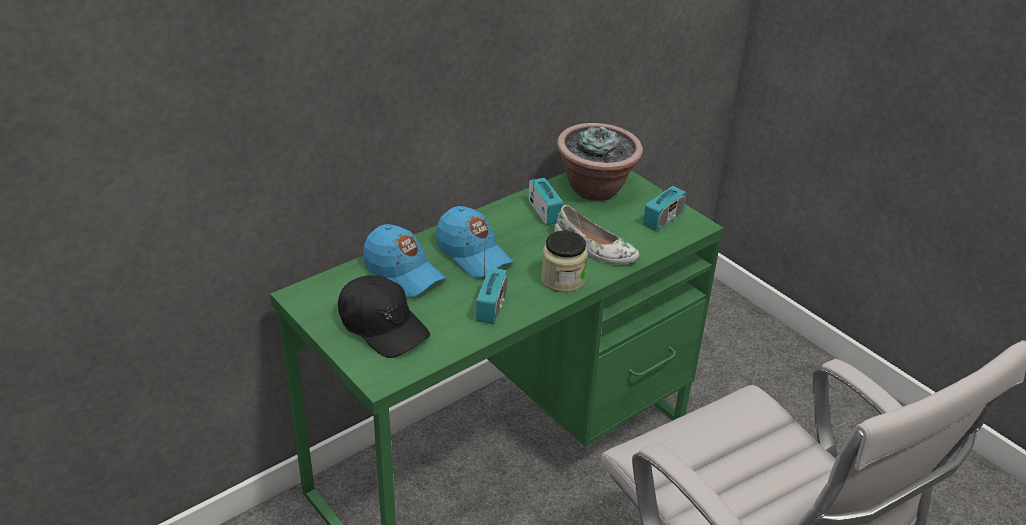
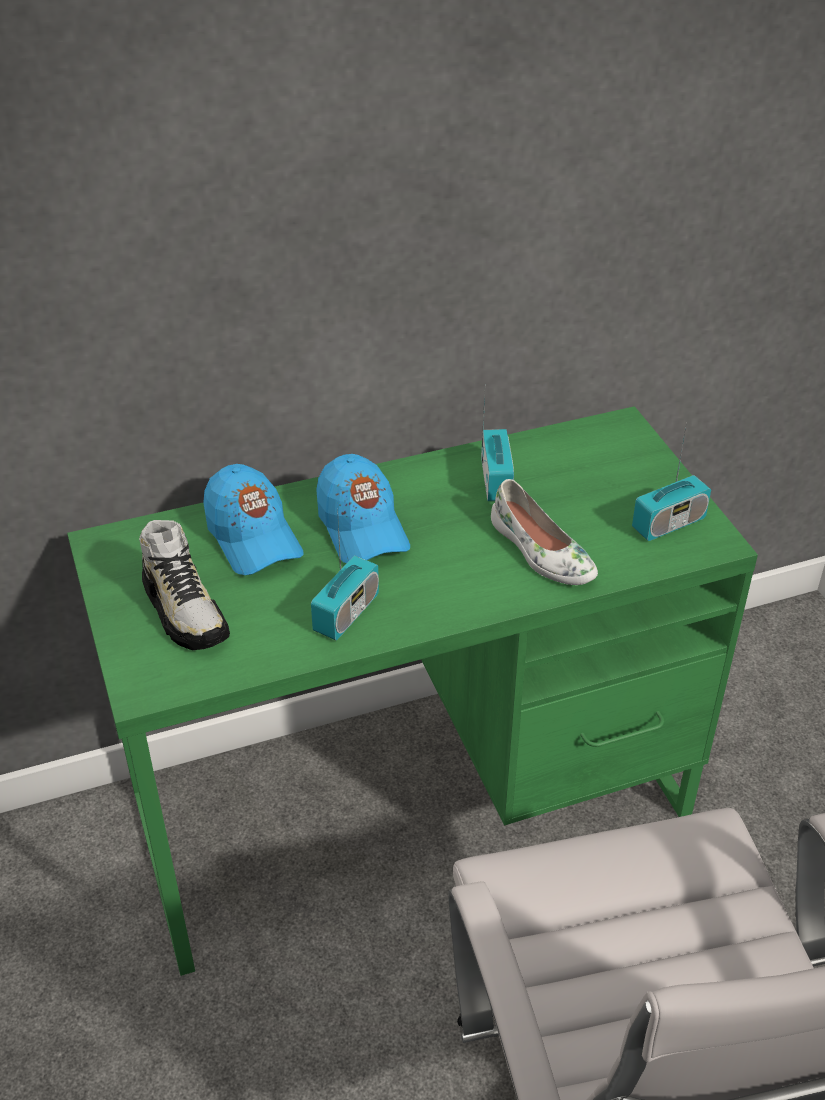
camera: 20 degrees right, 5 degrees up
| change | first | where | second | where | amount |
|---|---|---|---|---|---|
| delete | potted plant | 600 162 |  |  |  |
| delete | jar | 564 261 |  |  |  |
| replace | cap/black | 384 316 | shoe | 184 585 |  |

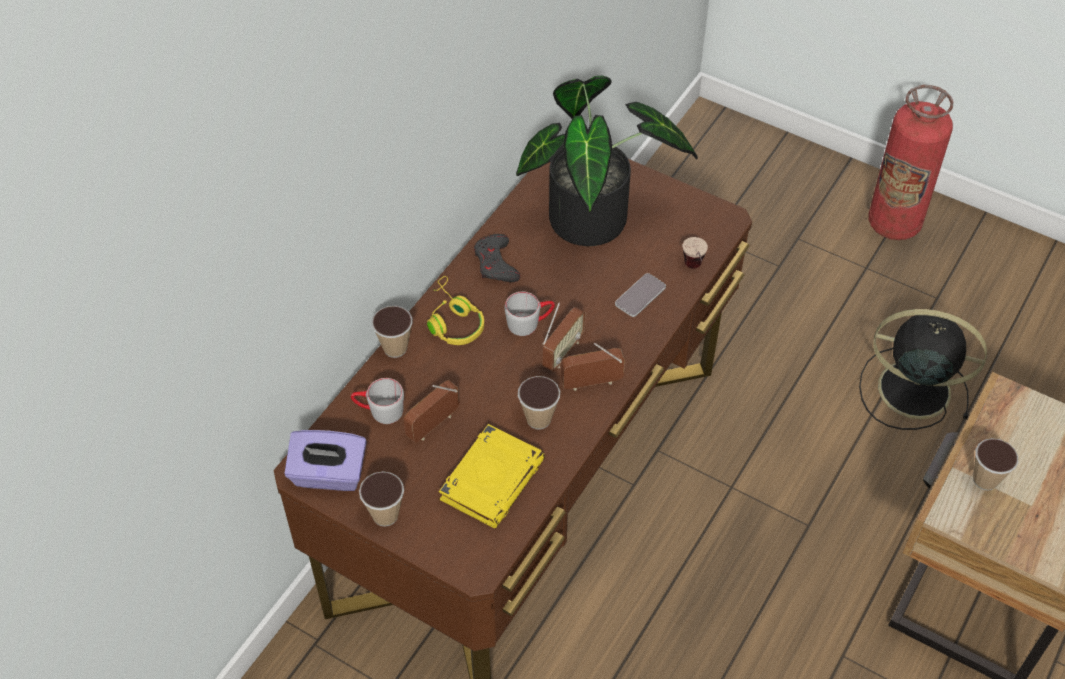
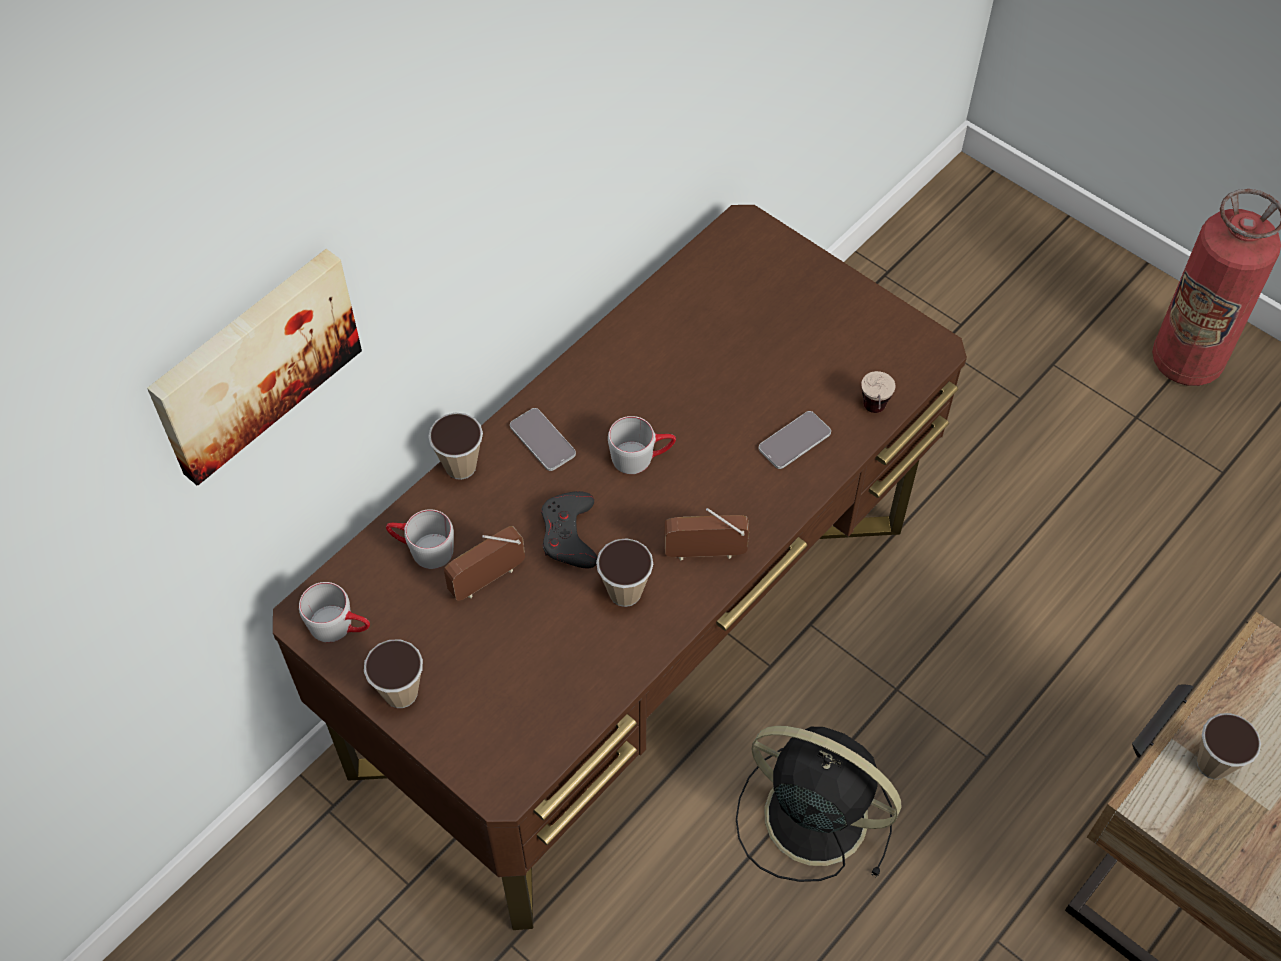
camera: 10 degrees right, 5 degrees up
| change | first | where | second | where | amount |
|---|---|---|---|---|---|
| delete | potted plant | 607 161 |  |  |  |
| move | game controller/grey | 497 258 |  | 569 529 |  |
| replace | headphones/yellow | 455 310 | phone | 543 439 |  |
| delete | radio | 564 336 |  |  |  |
| move | fan/black | 923 369 |  | 819 804 |  |
| delete | book/yellow | 492 476 |  |  |  |
| replace | tissue box/purple | 325 460 | mug/grey | 334 612 |  |
| insert |  |  | picture | 254 367 |  |

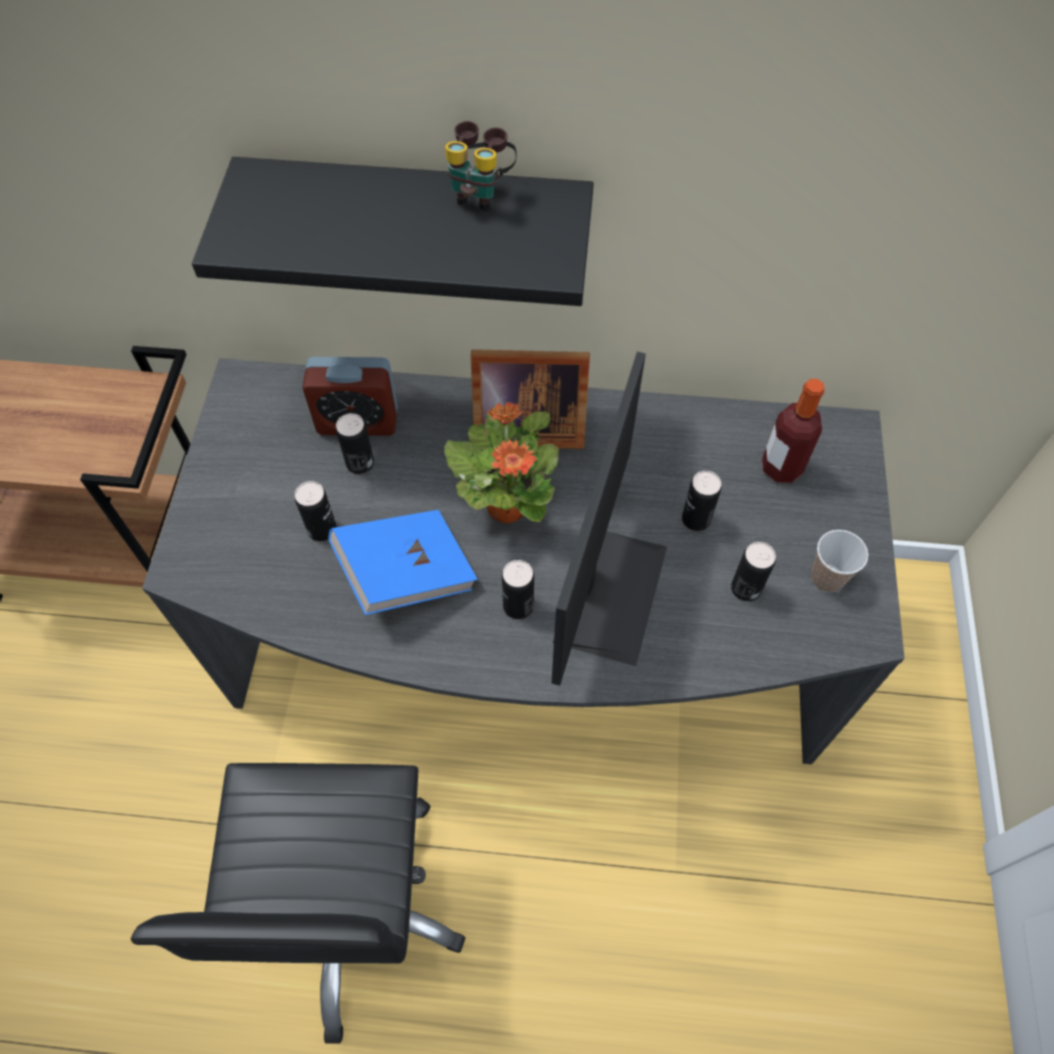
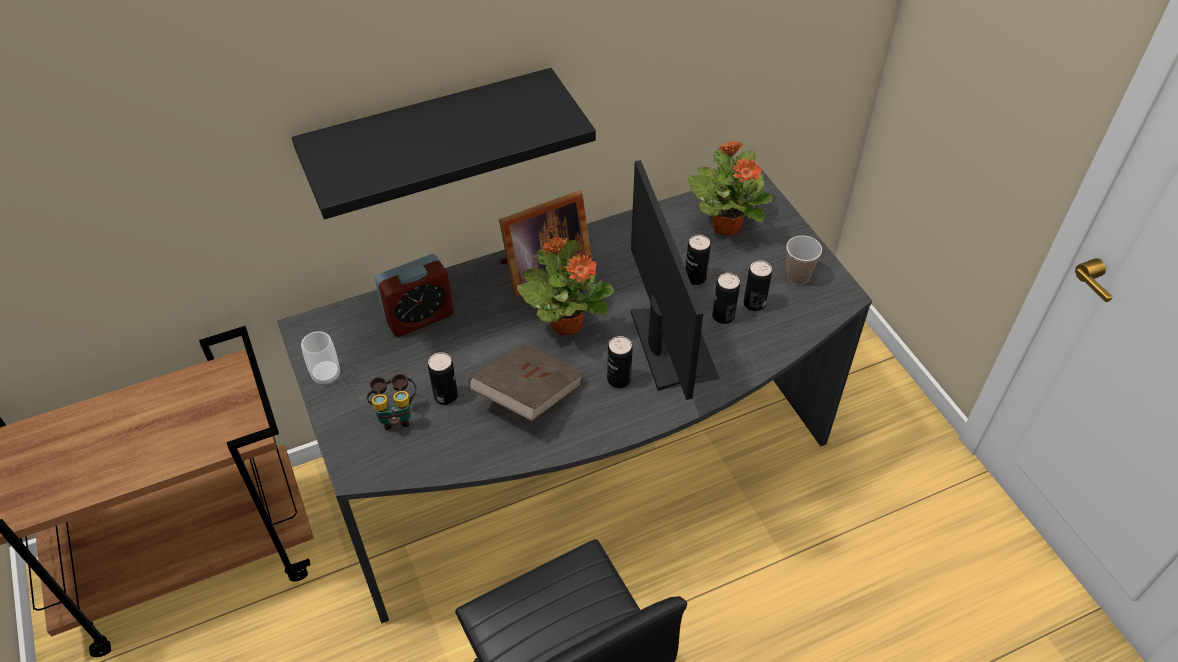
camera: 30 degrees left, 10 degrees down
| change | first | where | second | where | amount |
|---|---|---|---|---|---|
| move | binoculars | 481 166 |  | 391 402 |  |
| replace | bottle | 793 431 | potted plant | 730 188 |  |
| move | can | 355 443 |  | 726 298 |  |
| recolor | book/blue | 403 562 | book/brown | 526 382 |  |
| insert |  |  | cup | 320 357 |  |

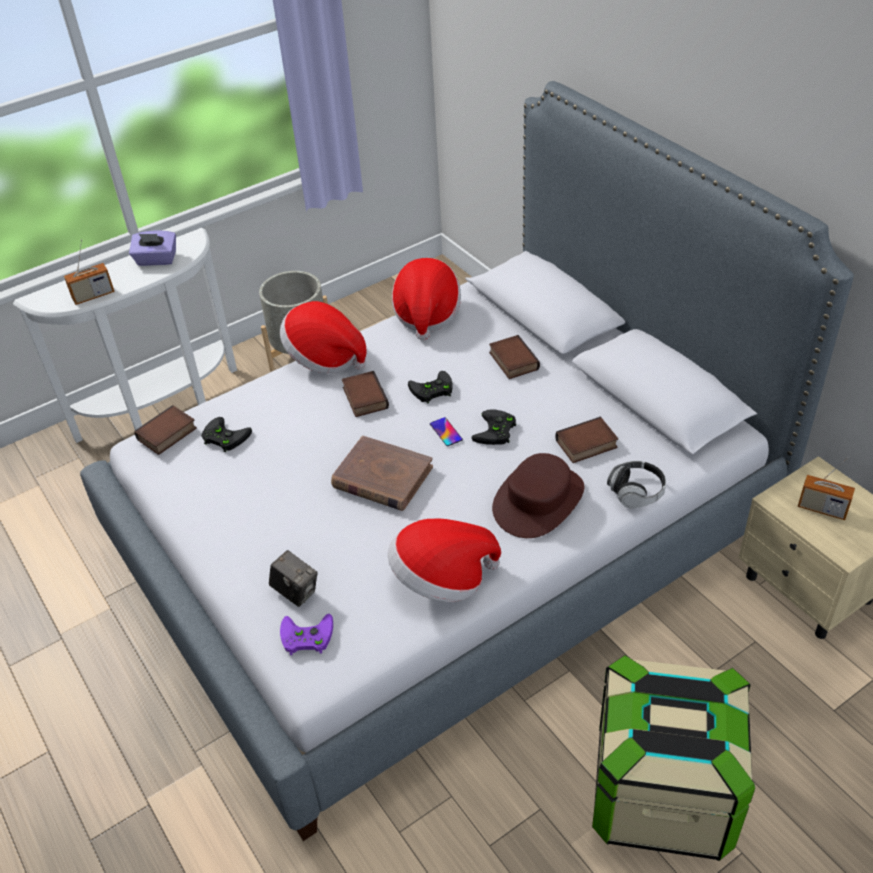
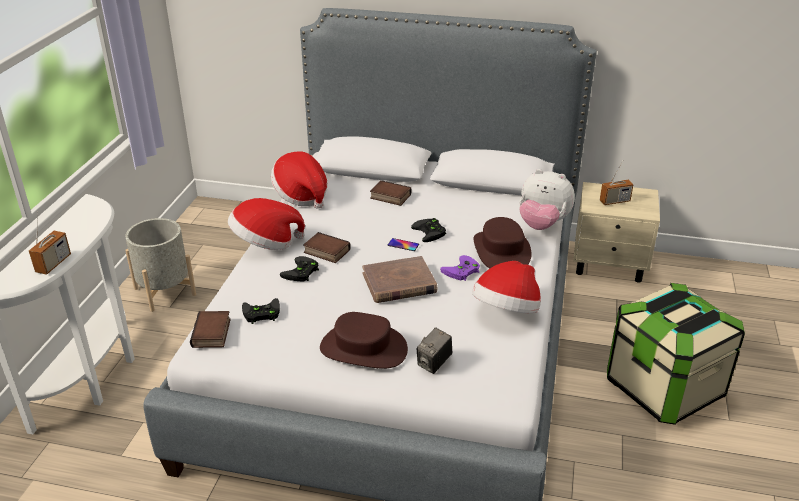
camera: 45 degrees left, 10 degrees down
| change | first | where | second | where | amount |
|---|---|---|---|---|---|
| delete | tissue box/purple | 152 248 |  |  |  |
| move | game controller/black | 430 387 |  | 299 269 |  |
| delete | book | 587 440 |  |  |  |
| replace | headphones | 636 485 | plush toy | 547 199 |  |
| rotate | photo camera | 293 578 |  | 434 350 | 135 degrees clockwise |
| move | game controller/purple | 306 634 |  | 460 268 |  |
| insert |  |  | hat/brown | 364 340 |  |

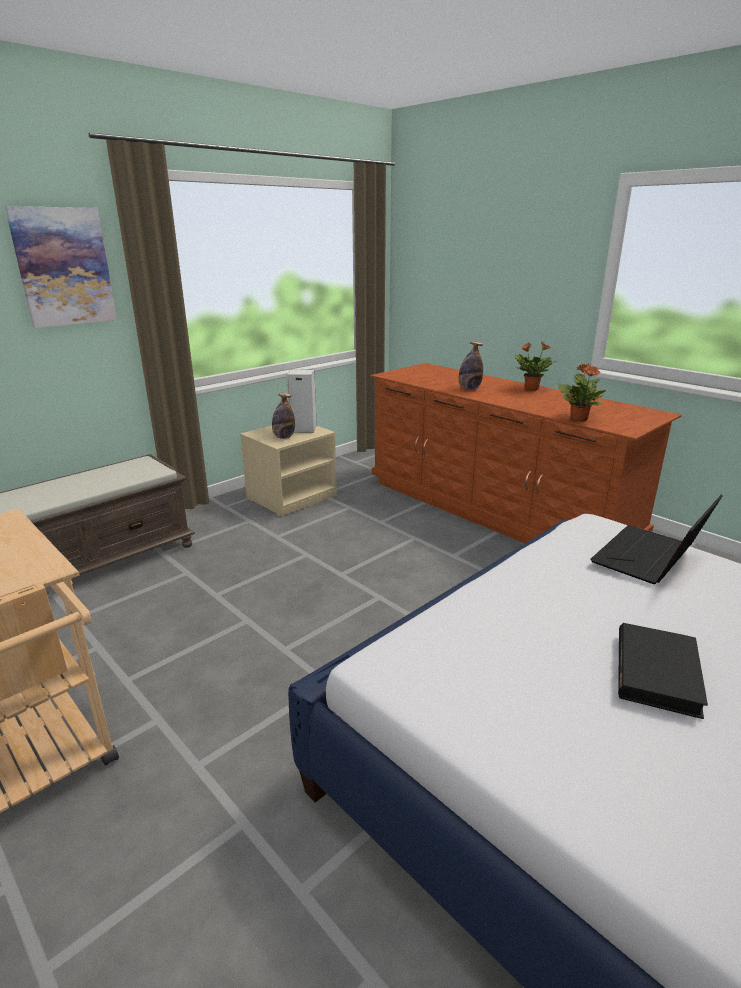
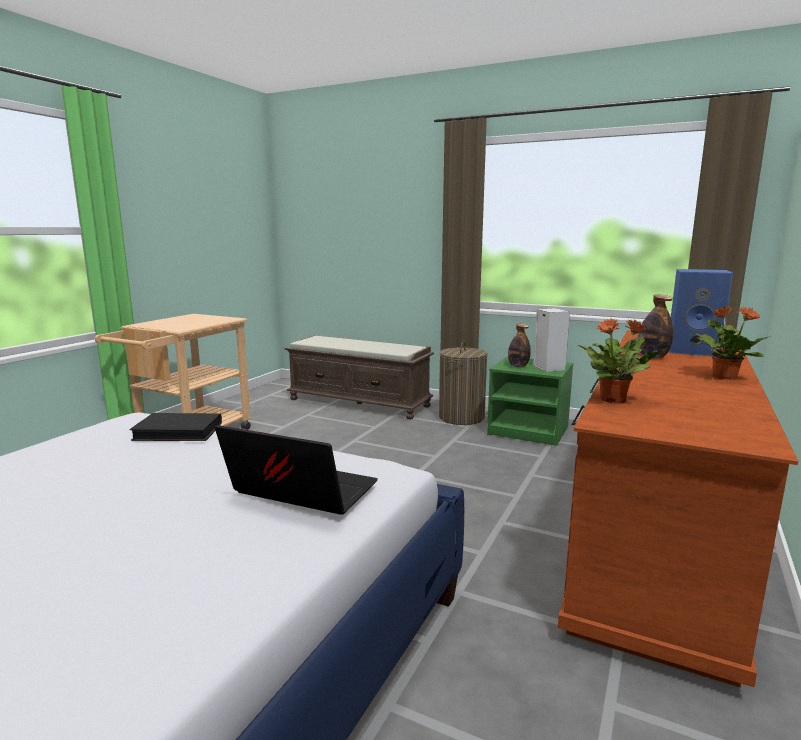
camera: 70 degrees right, 10 degrees down
| change | first | where | second | where | amount |
|---|---|---|---|---|---|
| delete | picture | 61 267 |  |  |  |
| recolor | nightstand/beige | 288 471 | nightstand/green | 530 401 |  |
| move | book/black | 663 671 |  | 176 427 |  |
| insert |  |  | speaker/blue | 701 312 |  |
| insert |  |  | laundry basket | 463 383 |  |

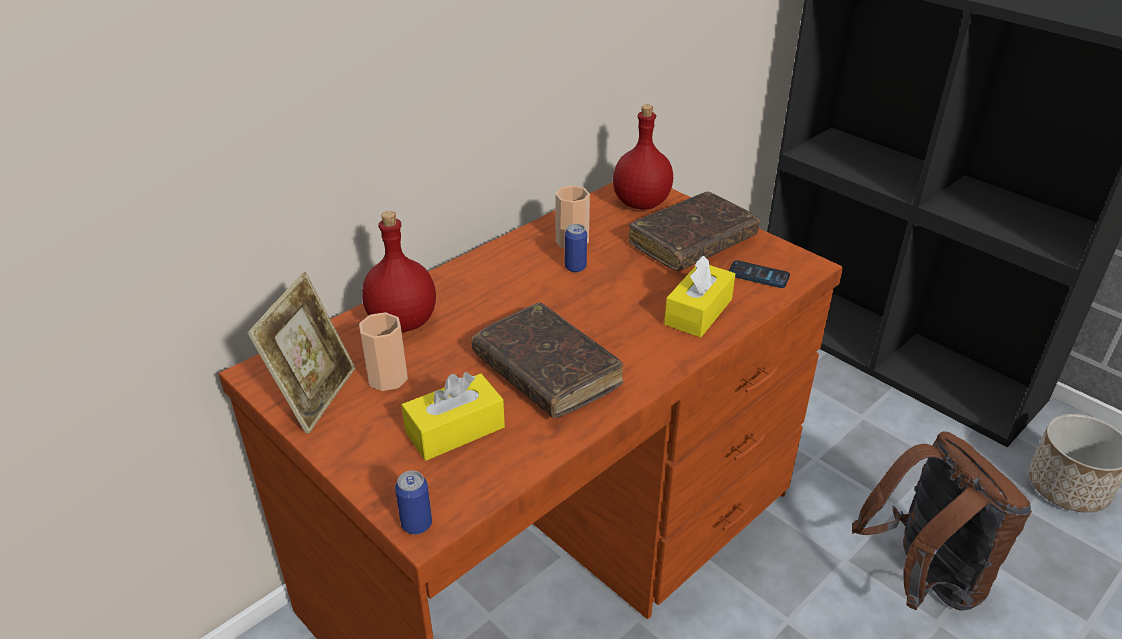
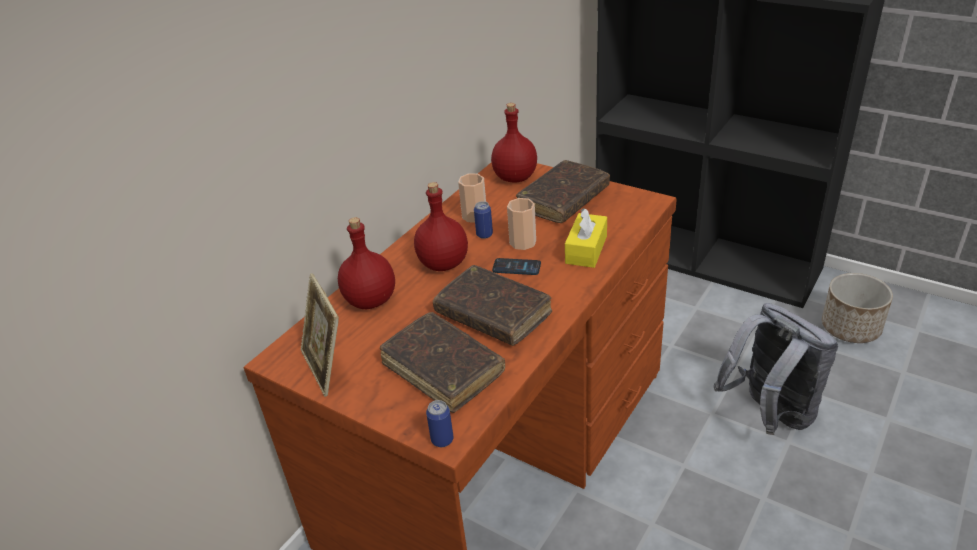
camera: 10 degrees left, 0 degrees up
| change | first | where | second | where | amount |
|---|---|---|---|---|---|
| move | phone | 759 274 |  | 516 266 |  |
| rotate | picture frame | 301 353 |  | 319 335 | 150 degrees clockwise |
| move | cup | 383 351 |  | 521 224 |  |
| replace | tissue box/yellow | 453 416 | book/brown | 442 362 |  |
| recolor | backpack/brown | 942 521 | backpack/grey | 776 369 |  |
| insert |  |  | bottle/red | 441 226 |  |

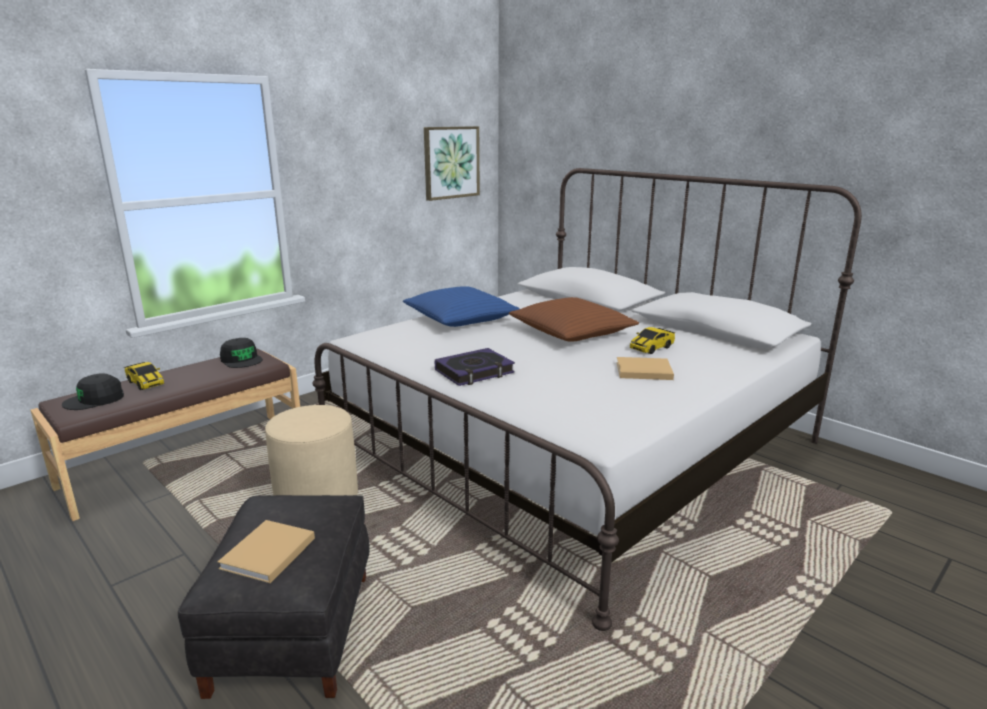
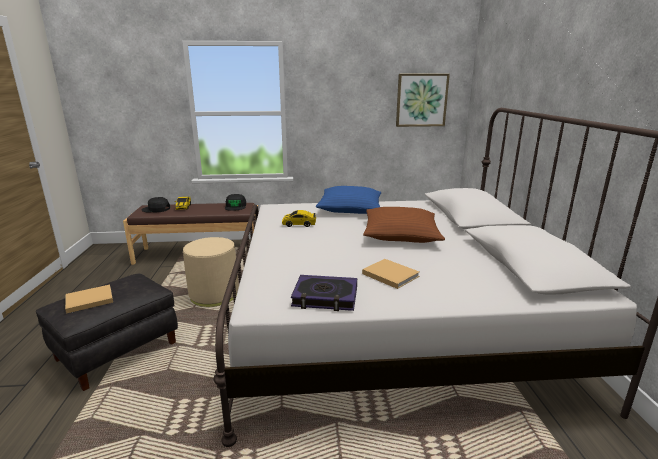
camera: 40 degrees right, 0 degrees up
| change | first | where | second | where | amount |
|---|---|---|---|---|---|
| move | toy car | 652 340 |  | 299 218 |  |
| move | book | 475 367 |  | 324 293 |  |

